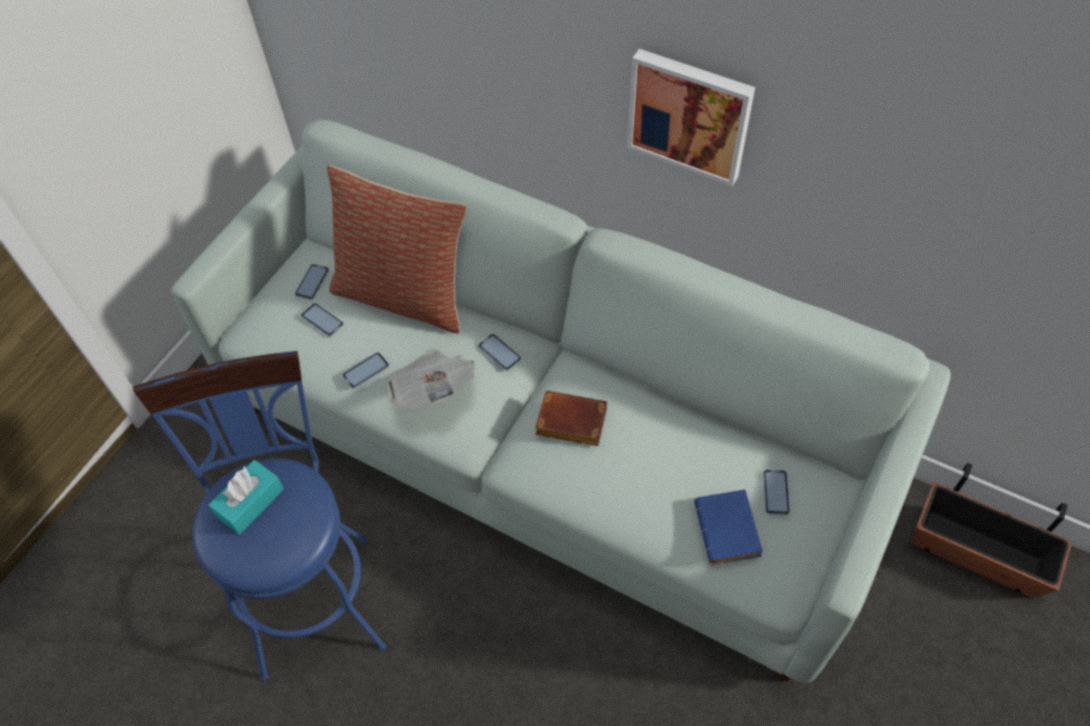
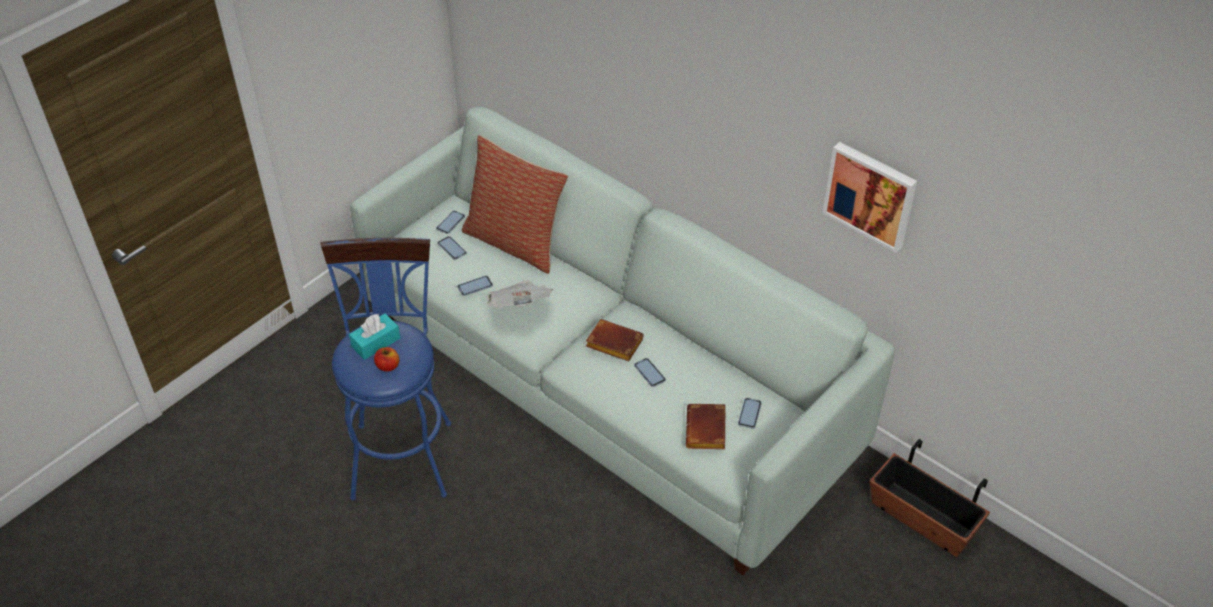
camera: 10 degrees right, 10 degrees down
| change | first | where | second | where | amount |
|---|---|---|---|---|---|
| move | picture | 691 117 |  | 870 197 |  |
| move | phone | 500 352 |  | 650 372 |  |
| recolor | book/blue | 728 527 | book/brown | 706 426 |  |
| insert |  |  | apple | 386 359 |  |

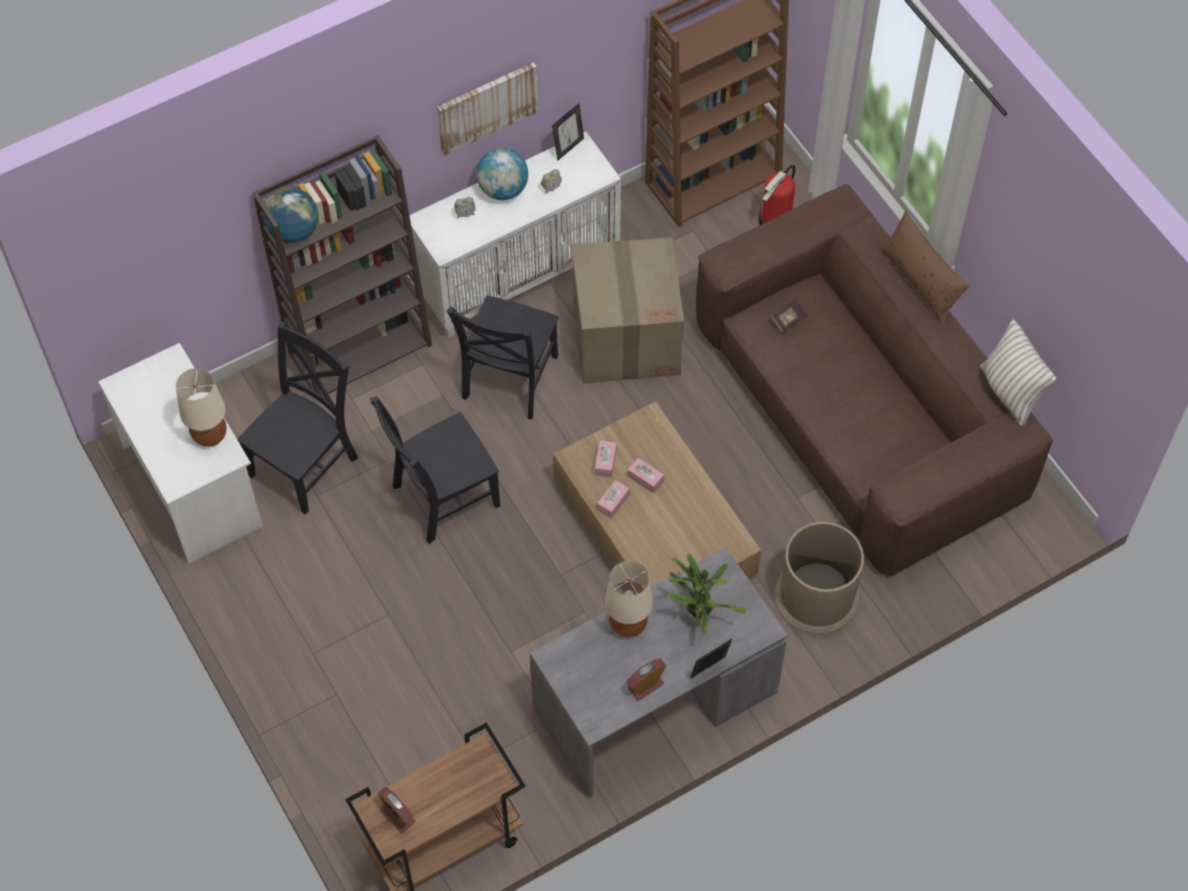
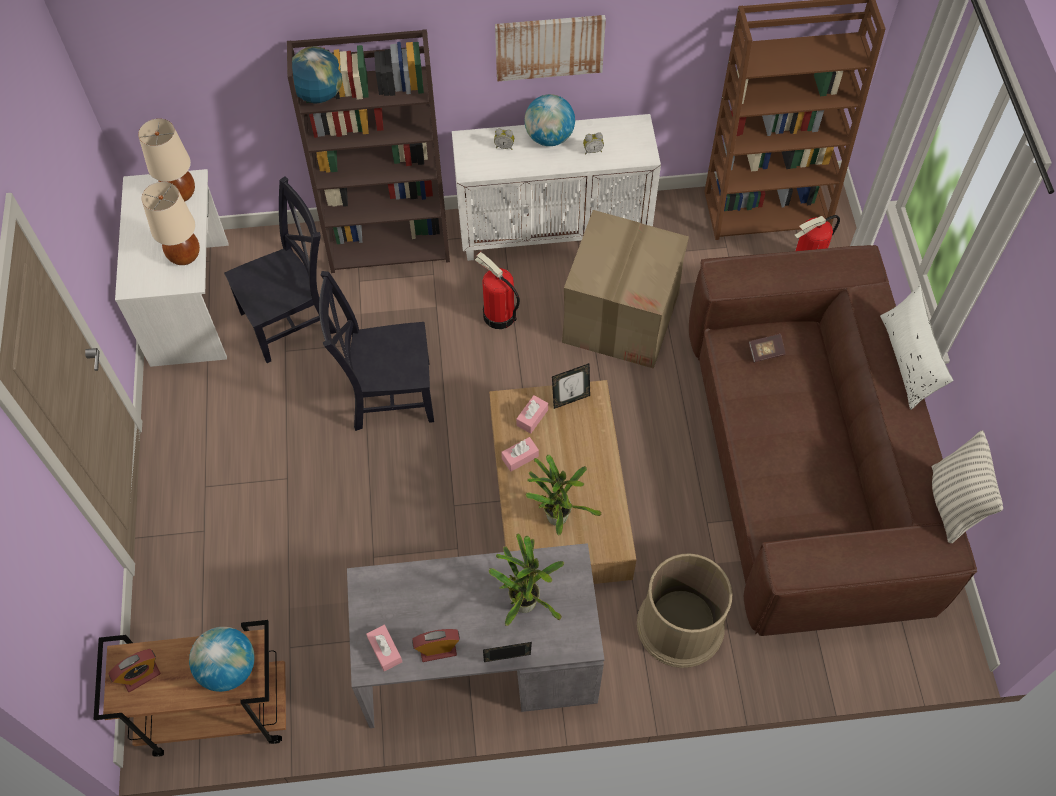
camera: 25 degrees right, 0 degrees up
| change | first | where | second | where | amount |
|---|---|---|---|---|---|
| move | picture frame | 568 132 |  | 571 386 |  |
| recolor | pillow/brown | 924 267 | pillow/white | 916 347 |  |
| replace | chair/black | 502 357 | fire extinguisher | 497 290 |  |
| move | tissue box/pink | 646 475 |  | 384 648 |  |
| move | table lamp/beige | 629 599 |  | 166 160 |  |
| rotate | alarm clock | 396 810 |  | 134 670 | 105 degrees counterclockwise |
| insert |  |  | potted plant | 564 495 |  |
| insert |  |  | globe | 222 659 |  |

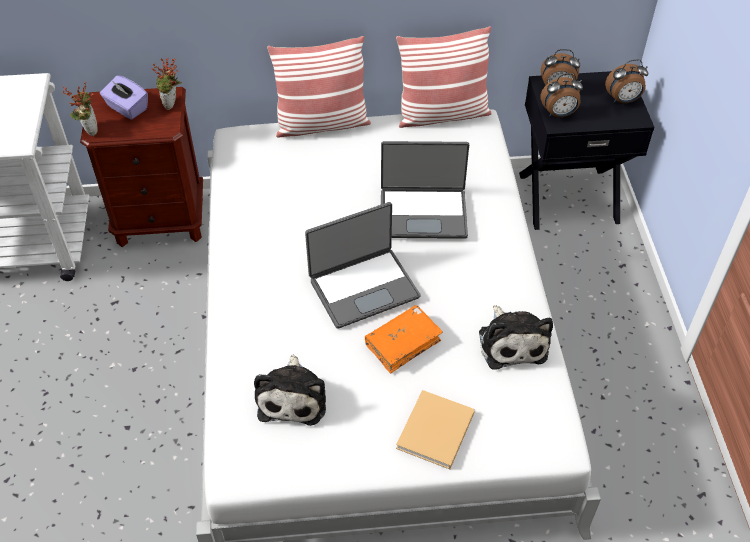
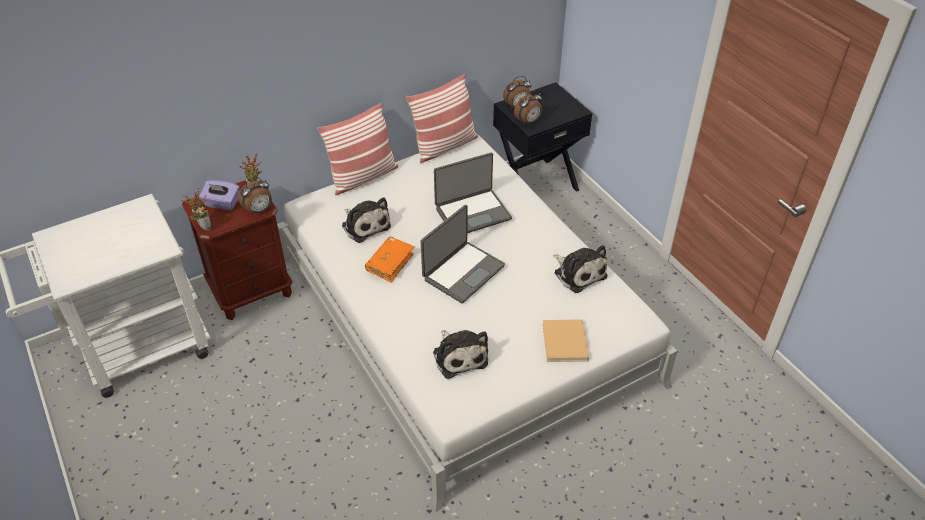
camera: 25 degrees left, 5 degrees down
| change | first | where | second | where | amount |
|---|---|---|---|---|---|
| move | alarm clock | 626 81 |  | 255 196 |  |
| move | book/orange | 404 339 |  | 389 260 |  |
| insert |  |  | plush toy | 366 220 |  |

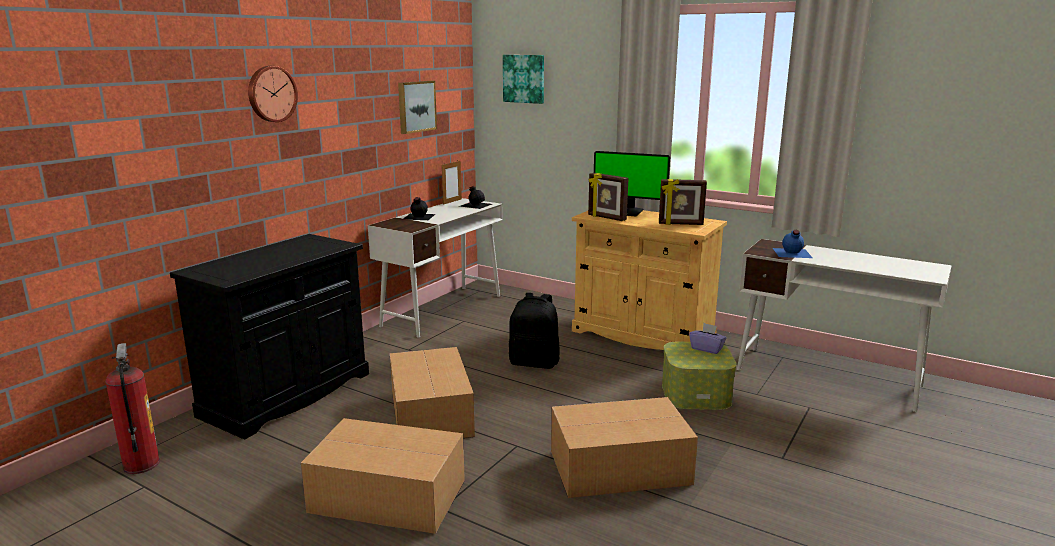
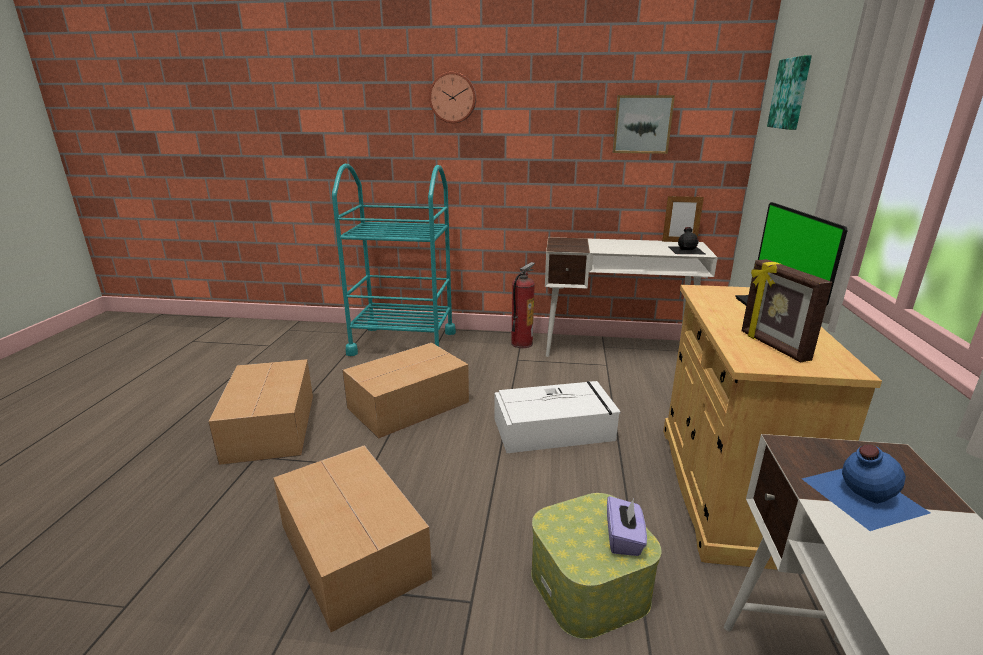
camera: 65 degrees right, 5 degrees up
| change | first | where | second | where | amount |
|---|---|---|---|---|---|
| delete | picture frame | 608 197 |  |  |  |
| delete | bottle/black | 419 208 |  |  |  |
| replace | cabinet/black | 269 336 | cart/turquoise | 394 260 |  |
| replace | backpack/black | 534 331 | storage box/white | 557 417 |  |
| move | fire extinguisher | 132 408 |  | 523 305 |  |

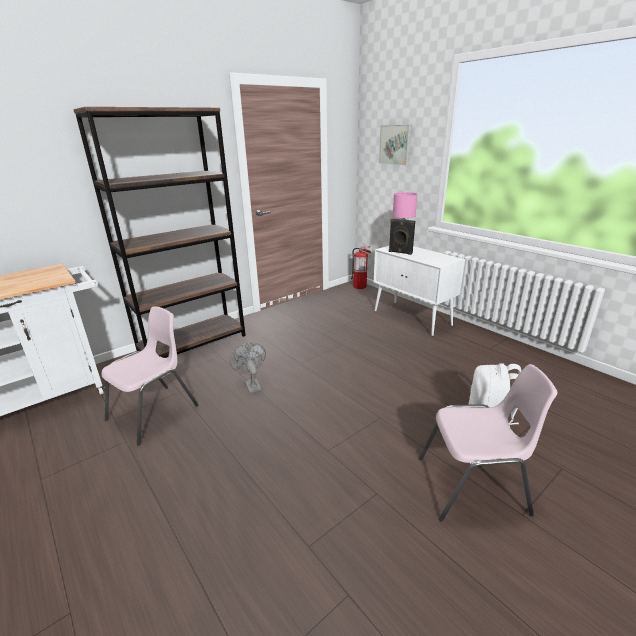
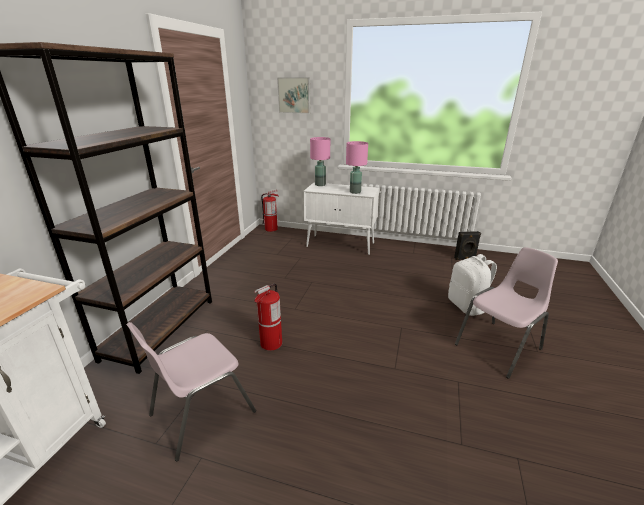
camera: 35 degrees left, 0 degrees up
| change | first | where | second | where | amount |
|---|---|---|---|---|---|
| move | speaker/black | 402 237 |  | 467 245 |  |
| rotate | chair/pink | 149 375 |  | 191 391 | 135 degrees counterclockwise |
| replace | fan/grey | 247 367 | fire extinguisher | 268 317 |  |
| insert |  |  | table lamp/pink | 357 167 |  |

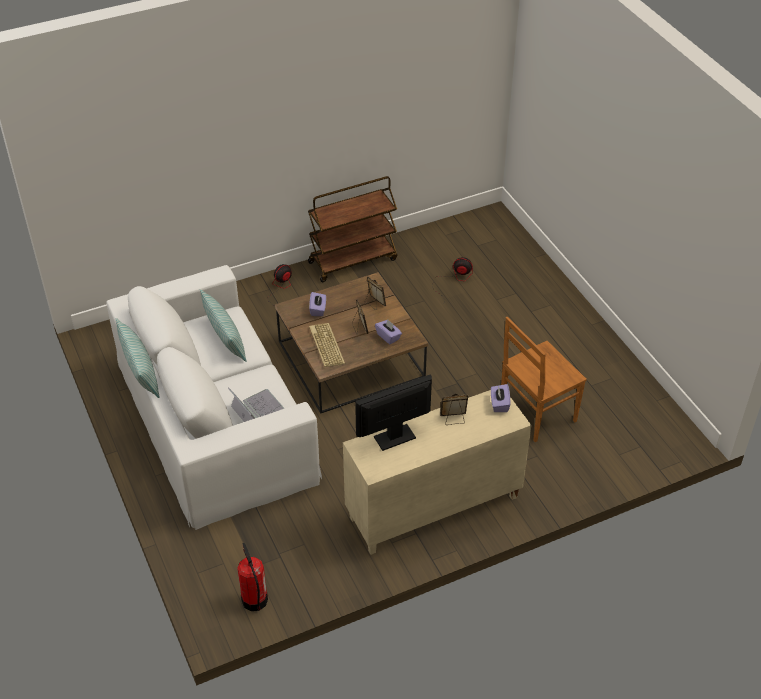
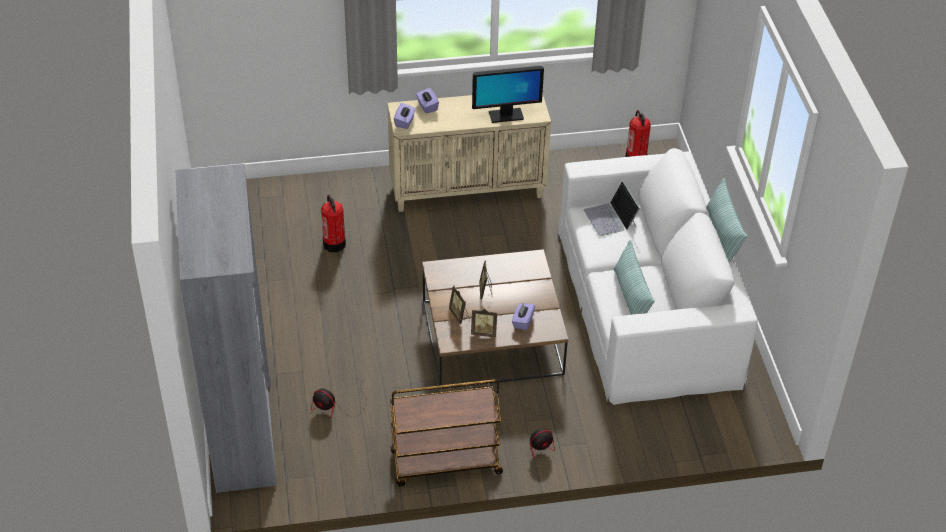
camera: 165 degrees left, 0 degrees up
| change | first | where | second | where | amount |
|---|---|---|---|---|---|
| replace | chair/brown | 544 379 | fire extinguisher | 333 223 |  |
| move | tissue box/purple | 388 331 |  | 427 100 |  |
| delete | keyboard | 327 345 |  |  |  |
| move | picture frame | 454 409 |  | 484 323 |  |
| insert |  |  | bookcase/grey | 226 328 |  |

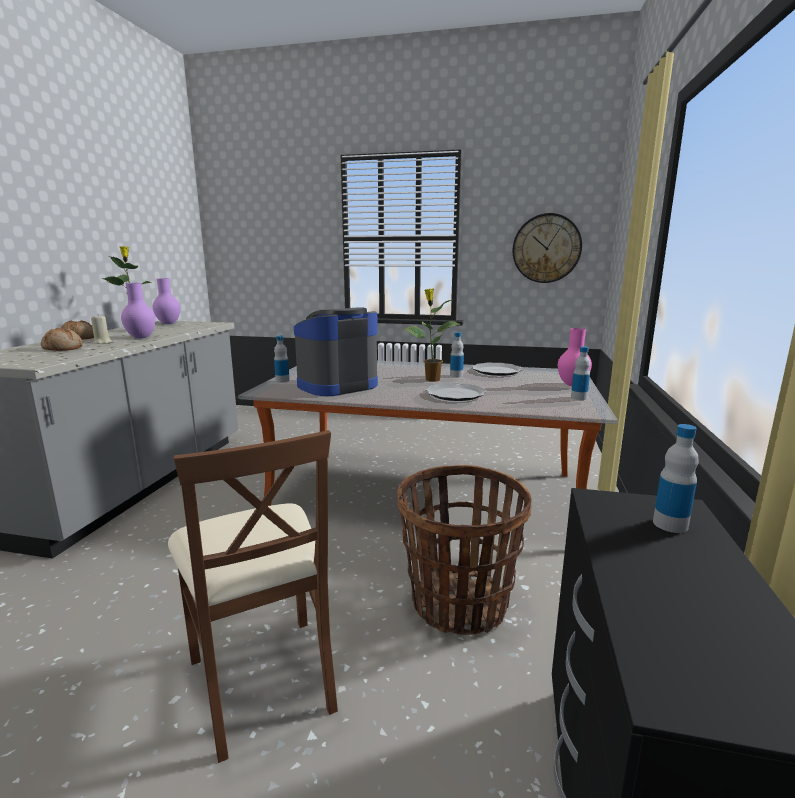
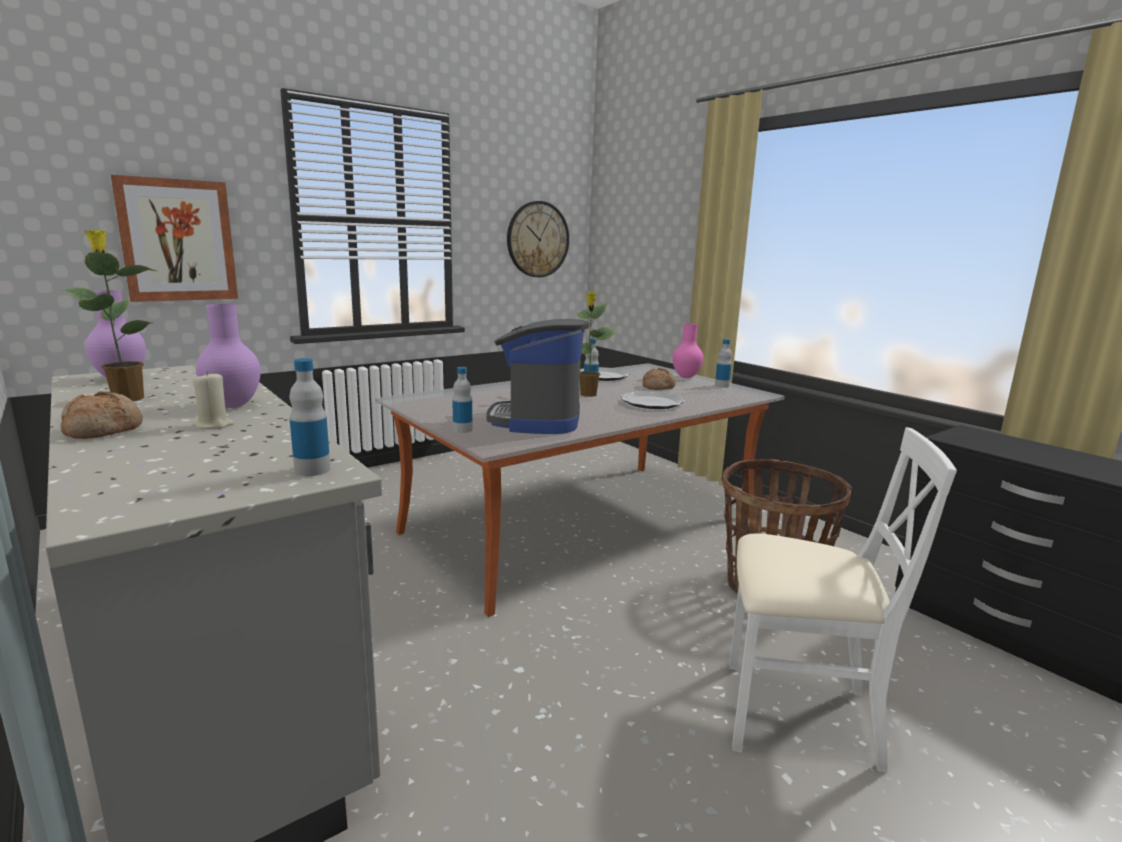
camera: 50 degrees left, 0 degrees up
| change | first | where | second | where | amount |
|---|---|---|---|---|---|
| move | bread | 62 339 |  | 659 379 |  |
| move | bottle | 676 478 |  | 310 417 |  |
| recolor | chair/brown | 253 596 | chair/white | 843 600 |  |
| insert |  |  | picture | 174 238 |  |

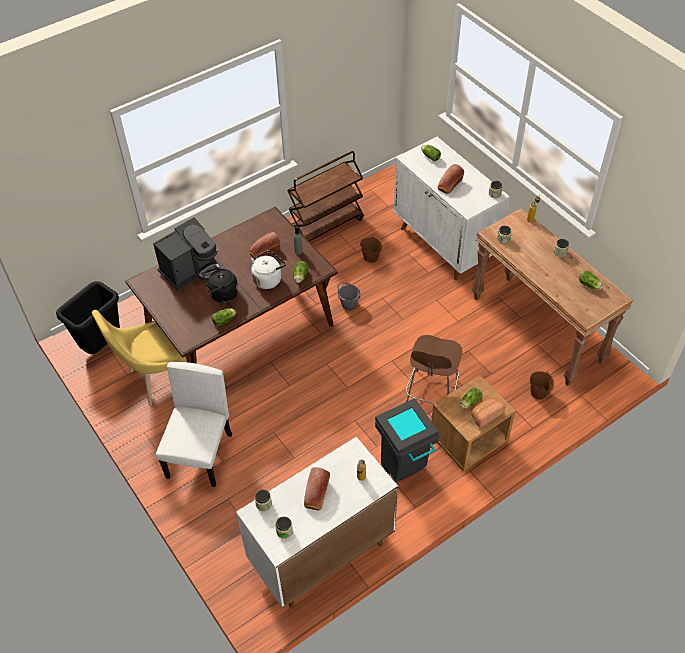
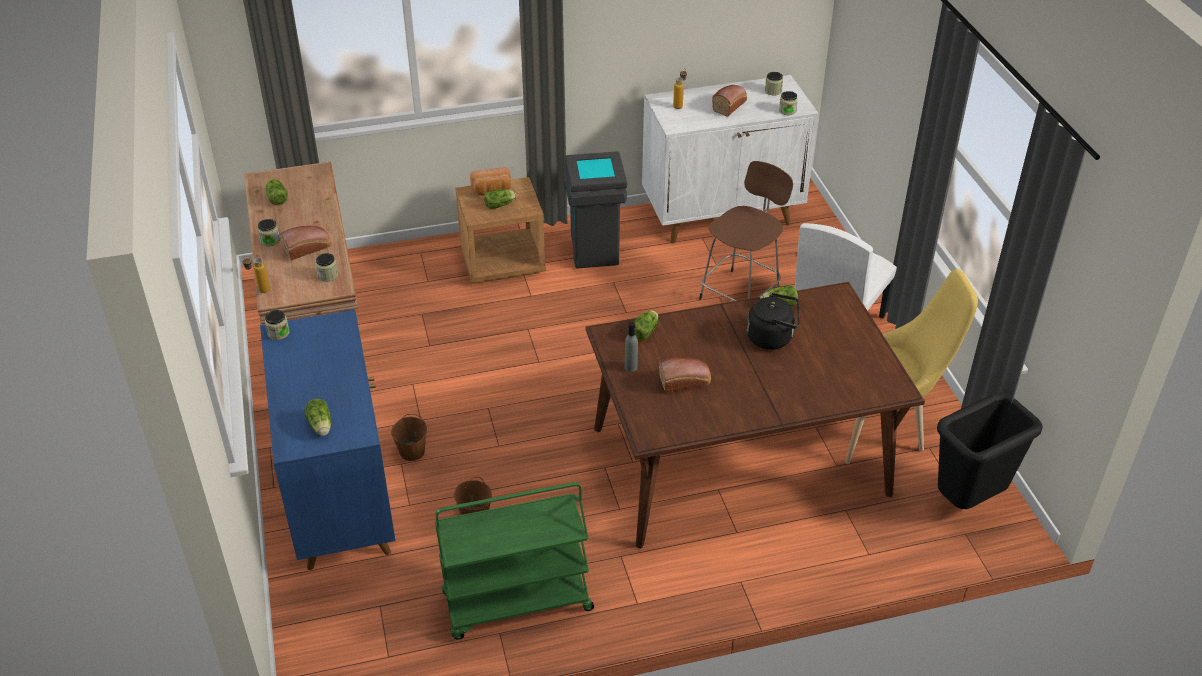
camera: 160 degrees left, 10 degrees down
| change | first | where | second | where | amount |
|---|---|---|---|---|---|
| recolor | cabinet/white | 452 208 | cabinet/blue | 328 440 |  |
| recolor | cart/brown | 325 196 | cart/green | 514 561 |  |
| move | bread | 451 179 |  | 305 243 |  |
| delete | coffee machine | 187 253 |  |  |  |
| delete | kettle/white | 268 269 |  |  |  |
| delete | bucket/grey | 349 296 |  |  |  |
| move | stool/brown | 434 369 |  | 746 231 |  |
| move | bucket/brown | 542 385 |  | 409 437 |  |

